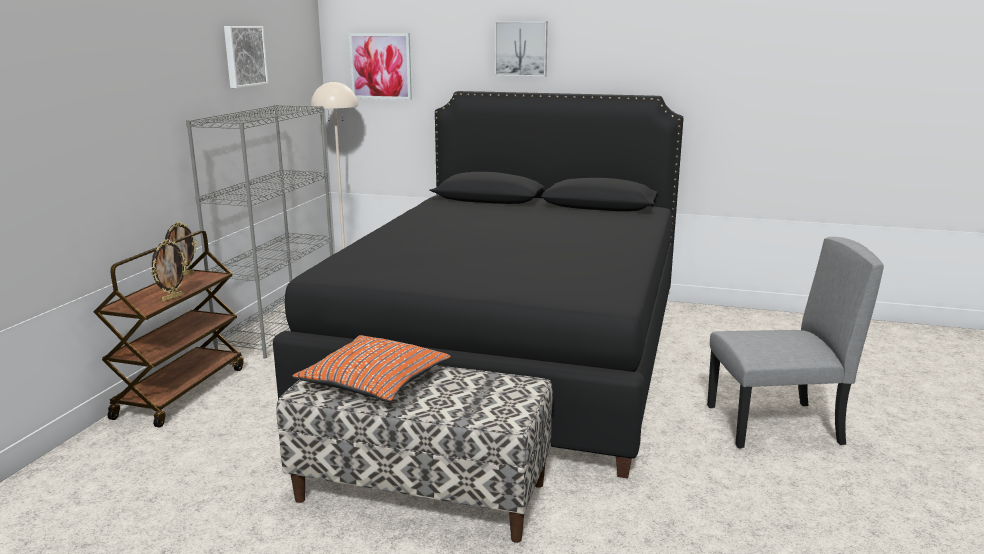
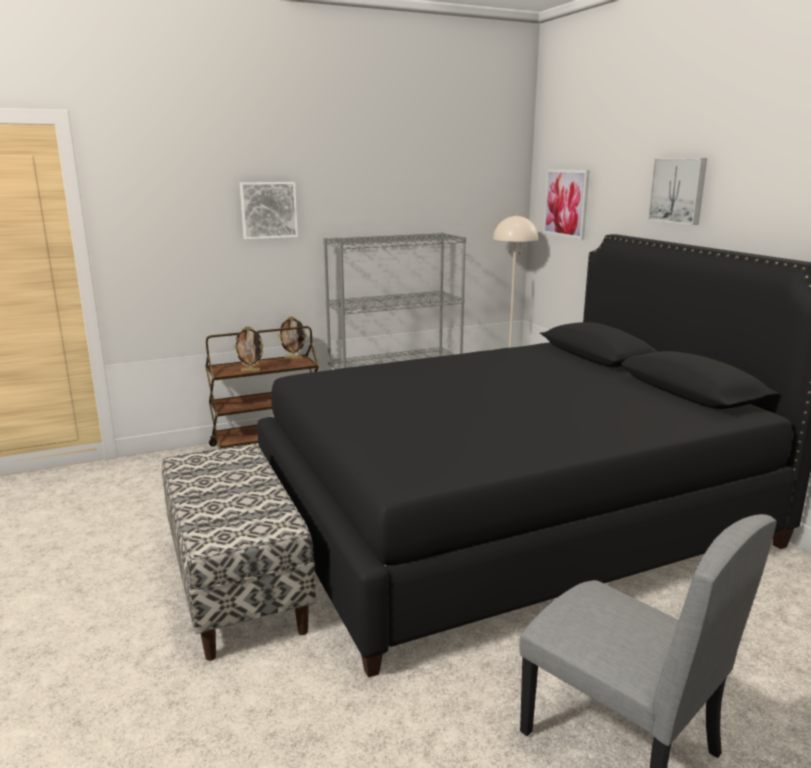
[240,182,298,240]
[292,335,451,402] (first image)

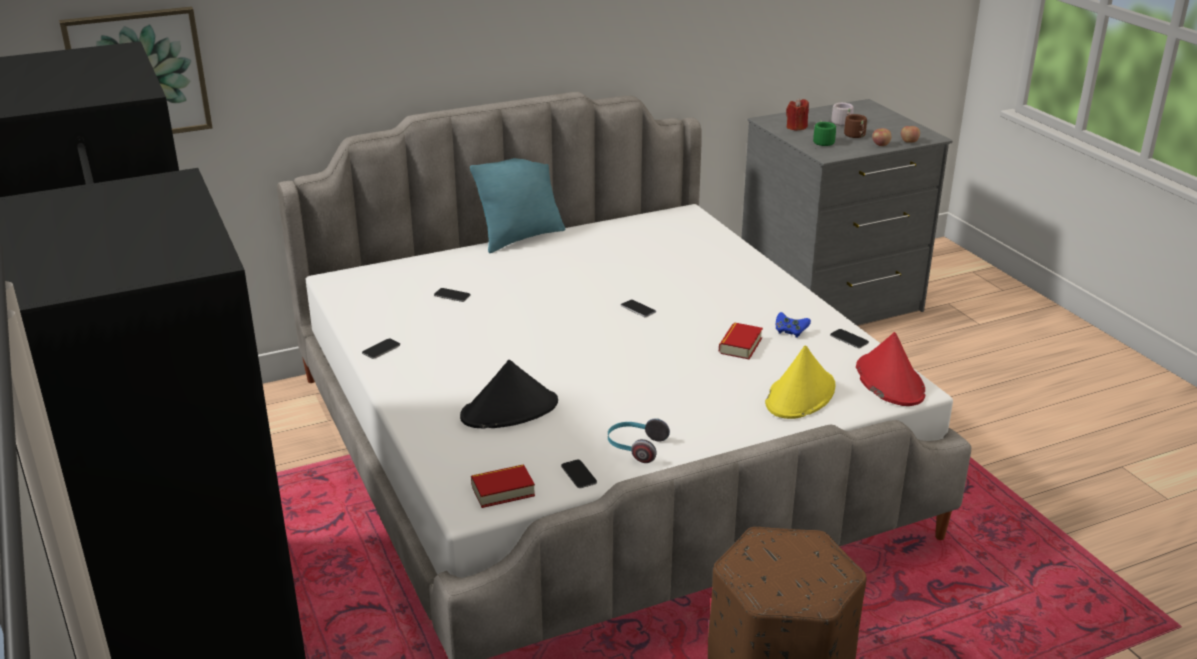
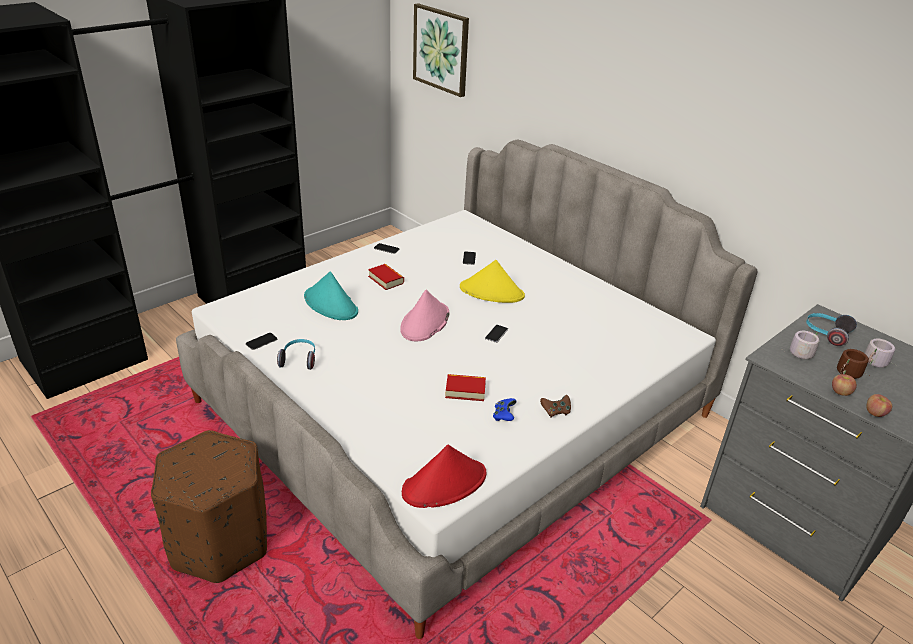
[304,271,358,320]
[368,264,404,290]
[400,290,450,341]
[460,260,525,303]
[540,395,571,418]
[790,331,820,359]
[806,313,857,346]
[470,158,565,253] (first image)
[830,329,869,348] (first image)

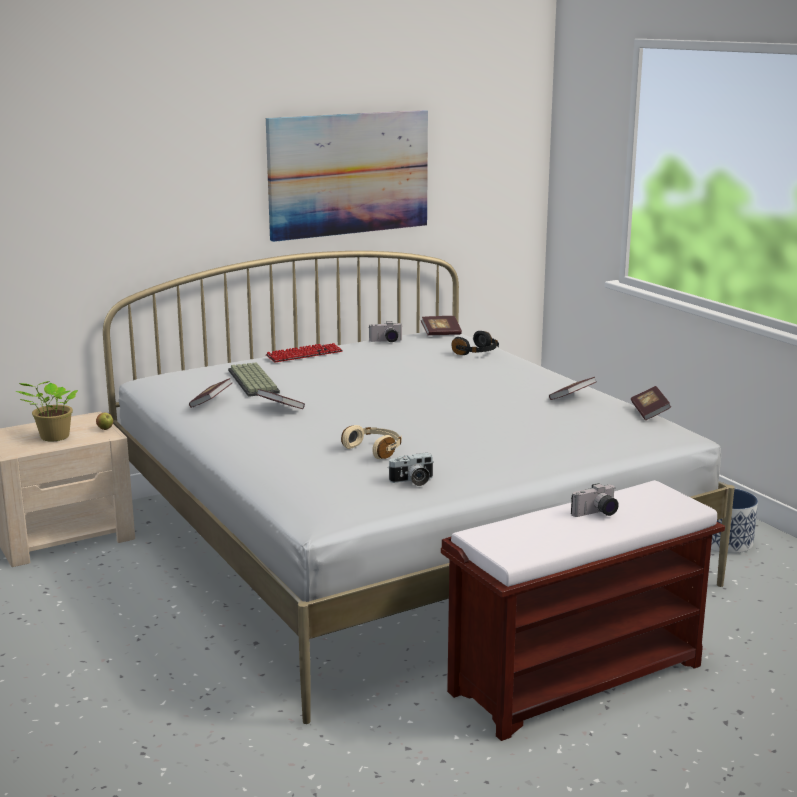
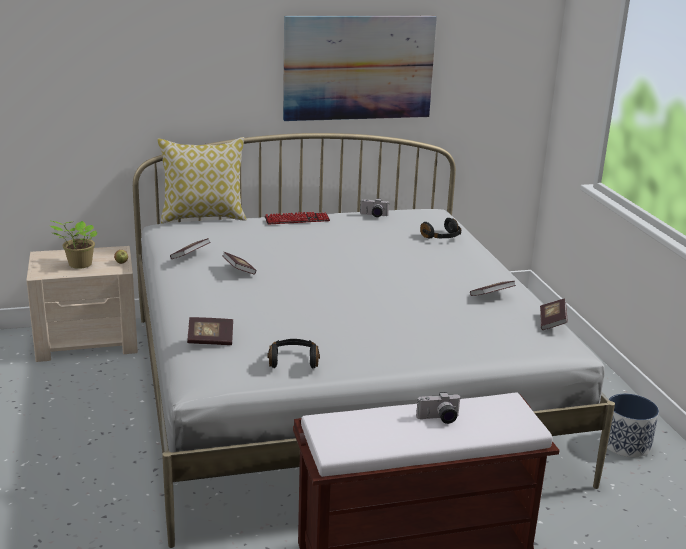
[157,137,247,223]
[187,317,233,345]
[267,339,320,369]
[228,362,280,397] (first image)
[341,425,402,459] (first image)

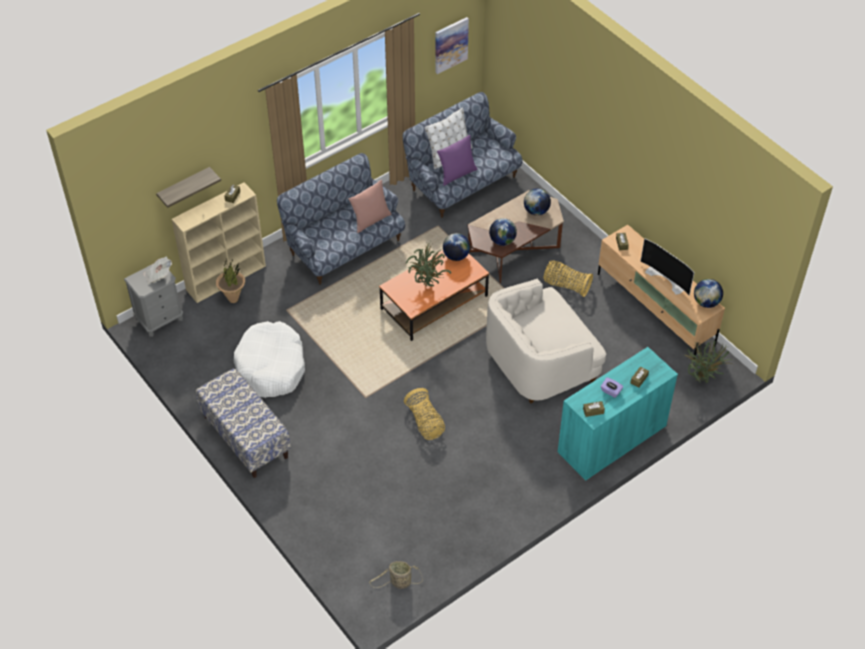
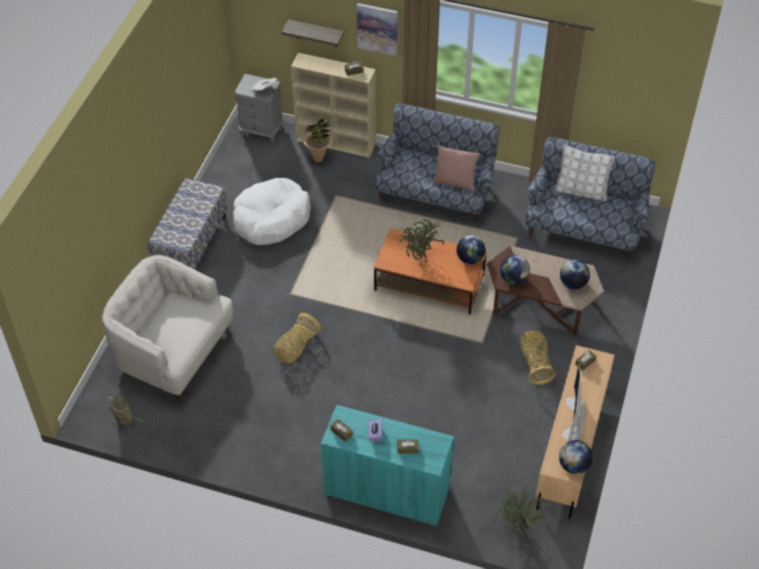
[102,255,233,399]
[357,3,398,56]
[437,135,477,186] (first image)

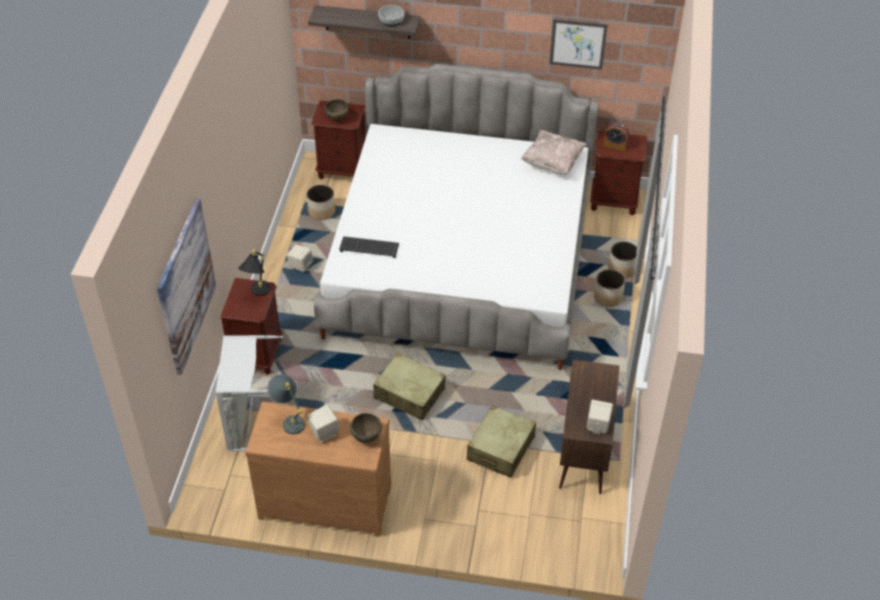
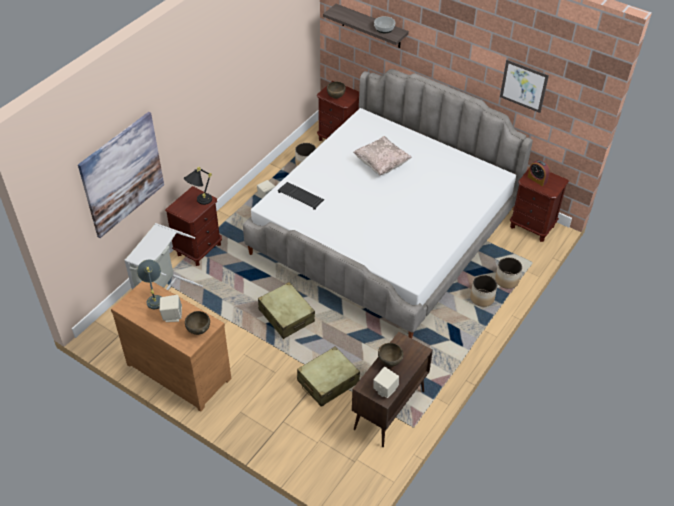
[353,136,412,175]
[378,343,403,367]

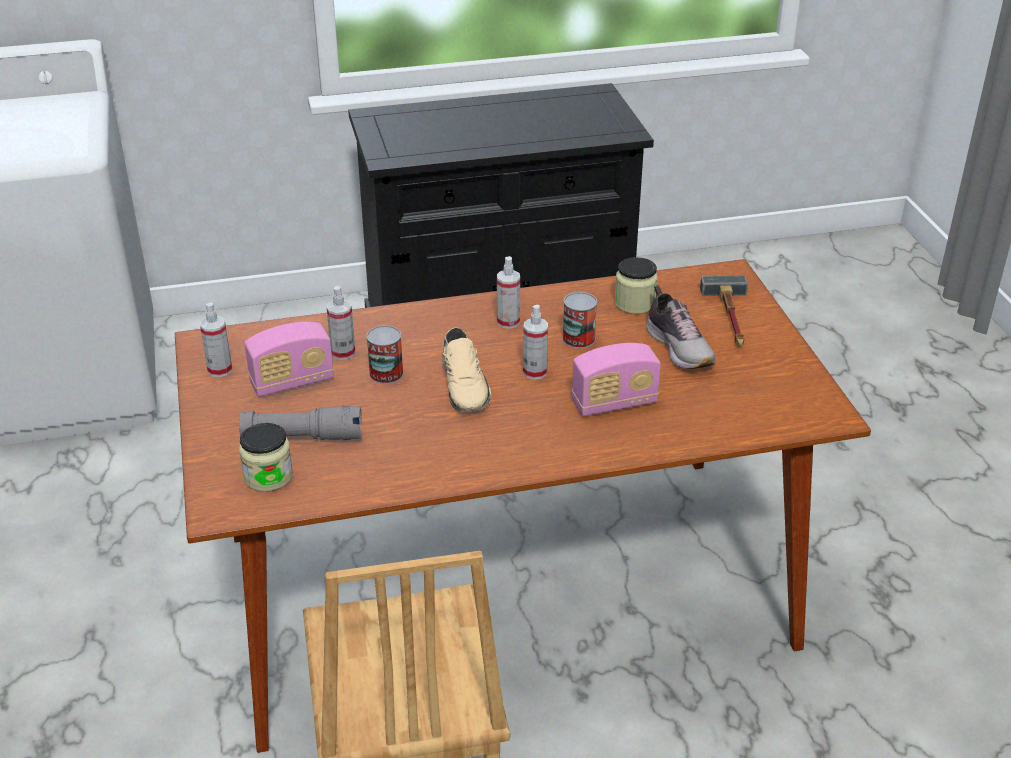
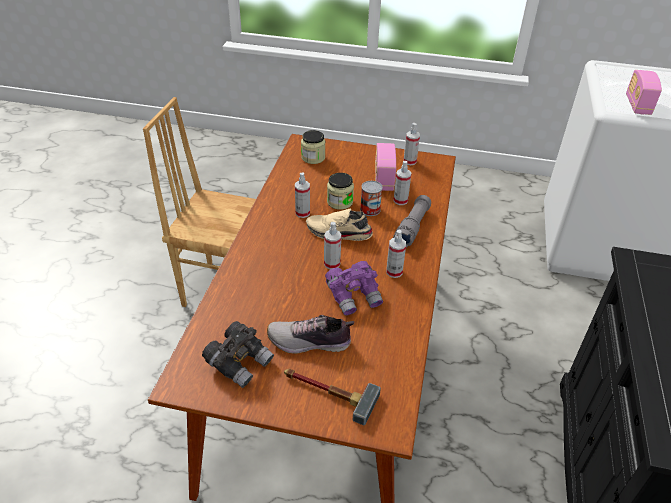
[202,321,274,388]
[295,173,310,218]
[325,261,383,316]
[327,173,354,210]
[393,195,431,248]
[626,70,662,115]

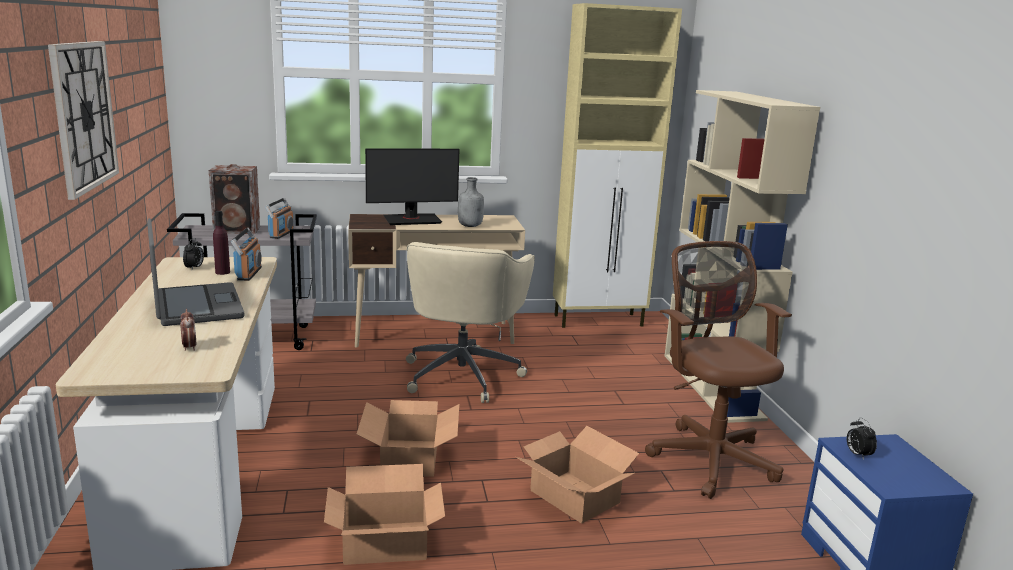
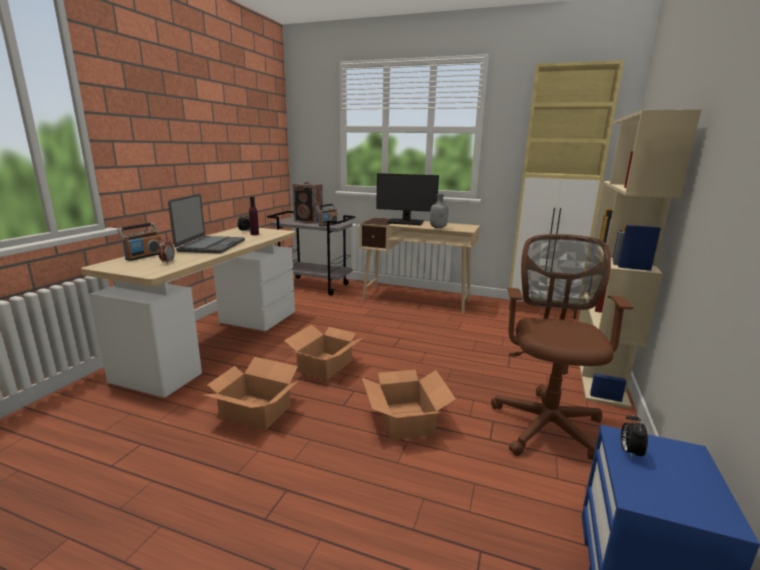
[117,223,161,261]
[48,41,119,200] (first image)
[406,242,535,403] (first image)

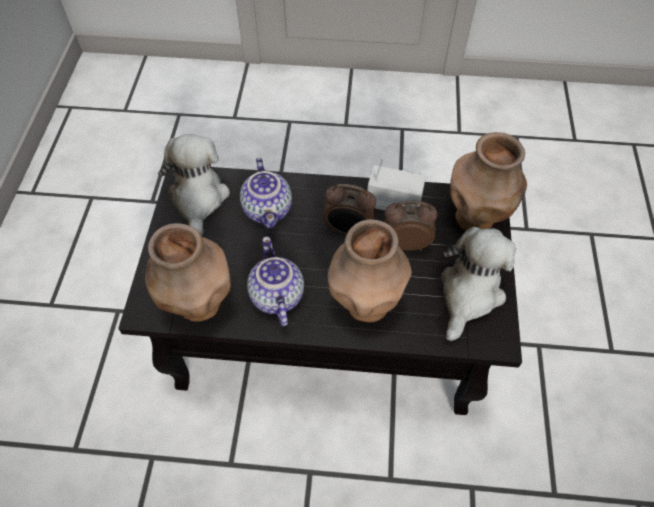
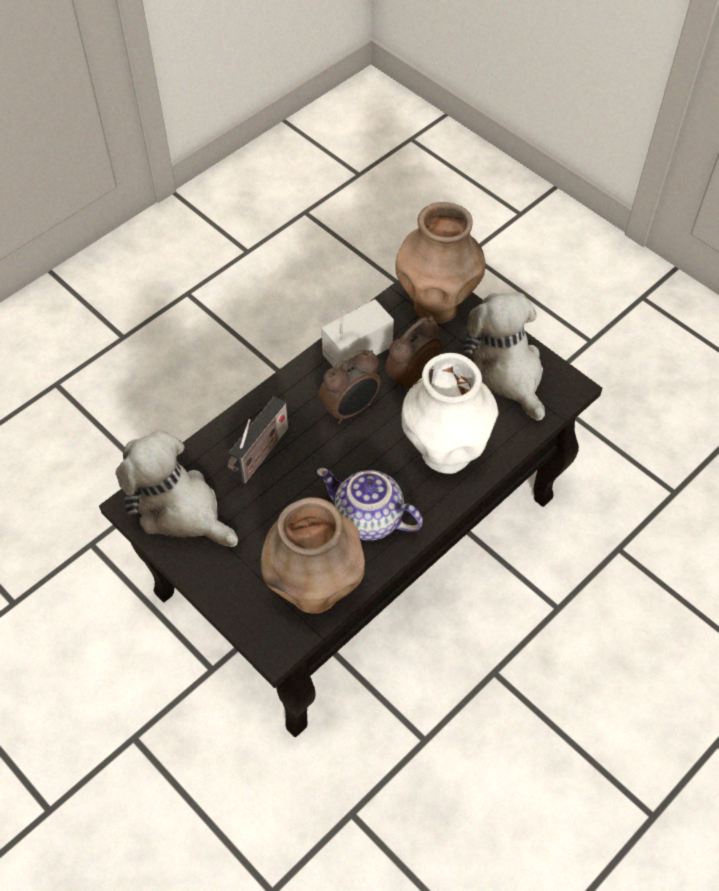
[228,396,288,484]
[402,353,498,474]

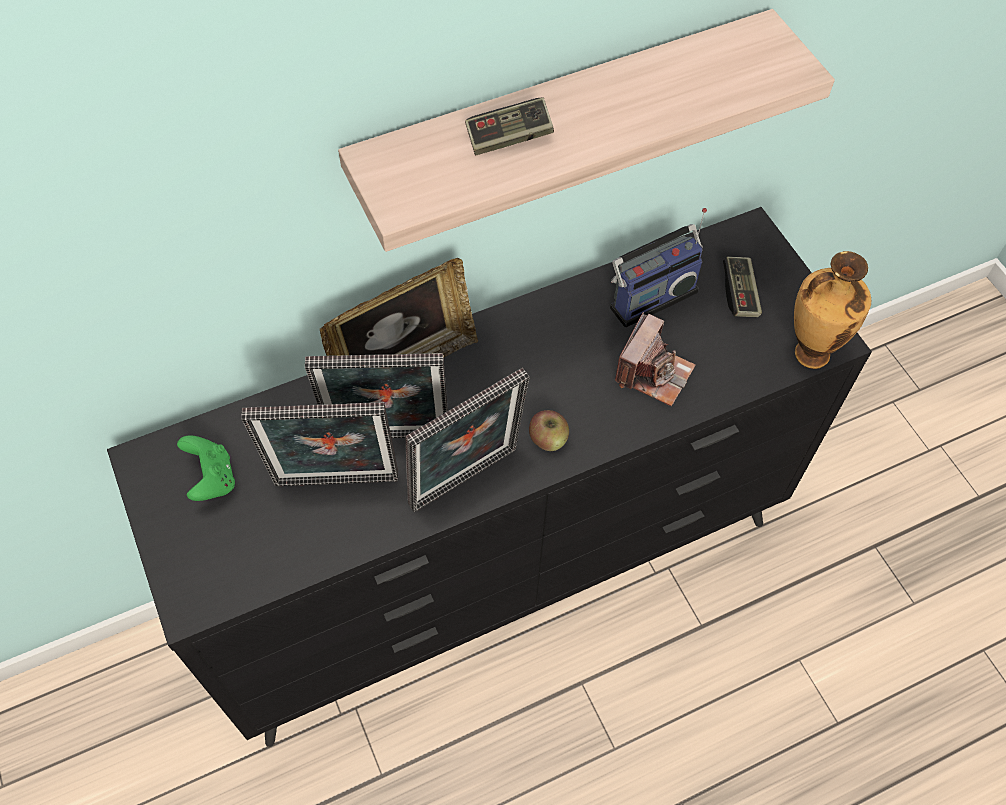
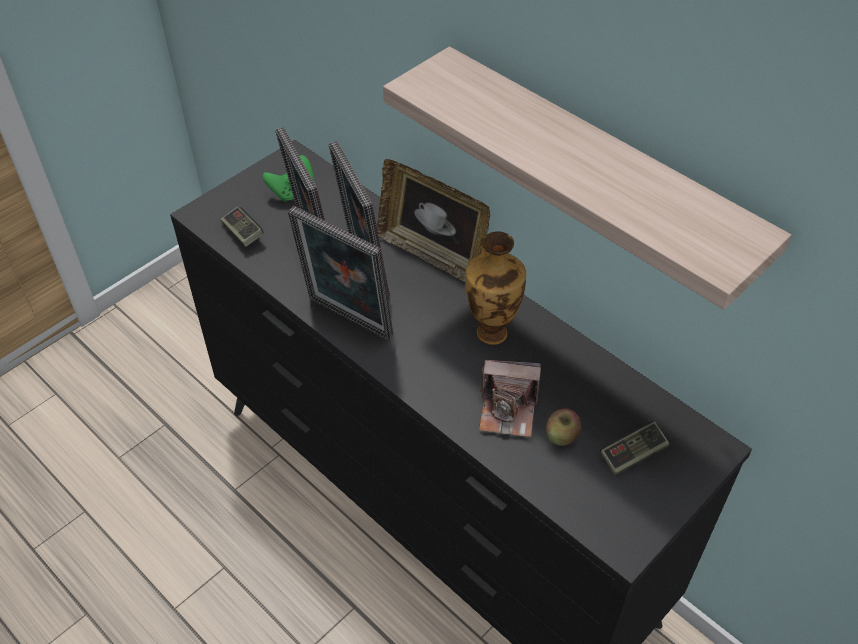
[221,207,264,247]
[465,231,526,345]
[546,408,582,446]
[610,208,707,328] (first image)

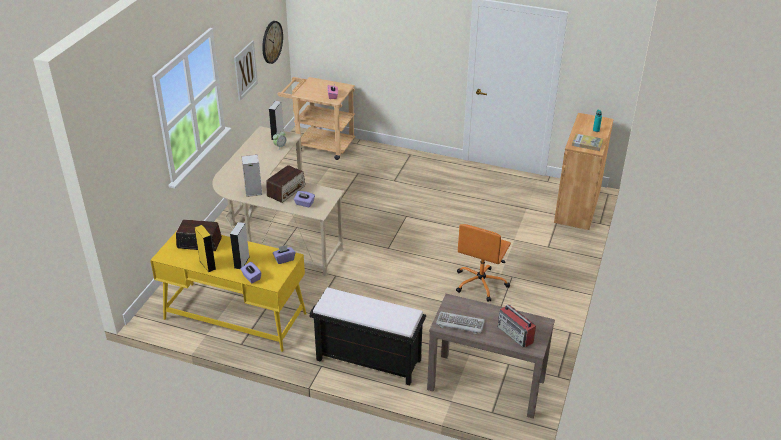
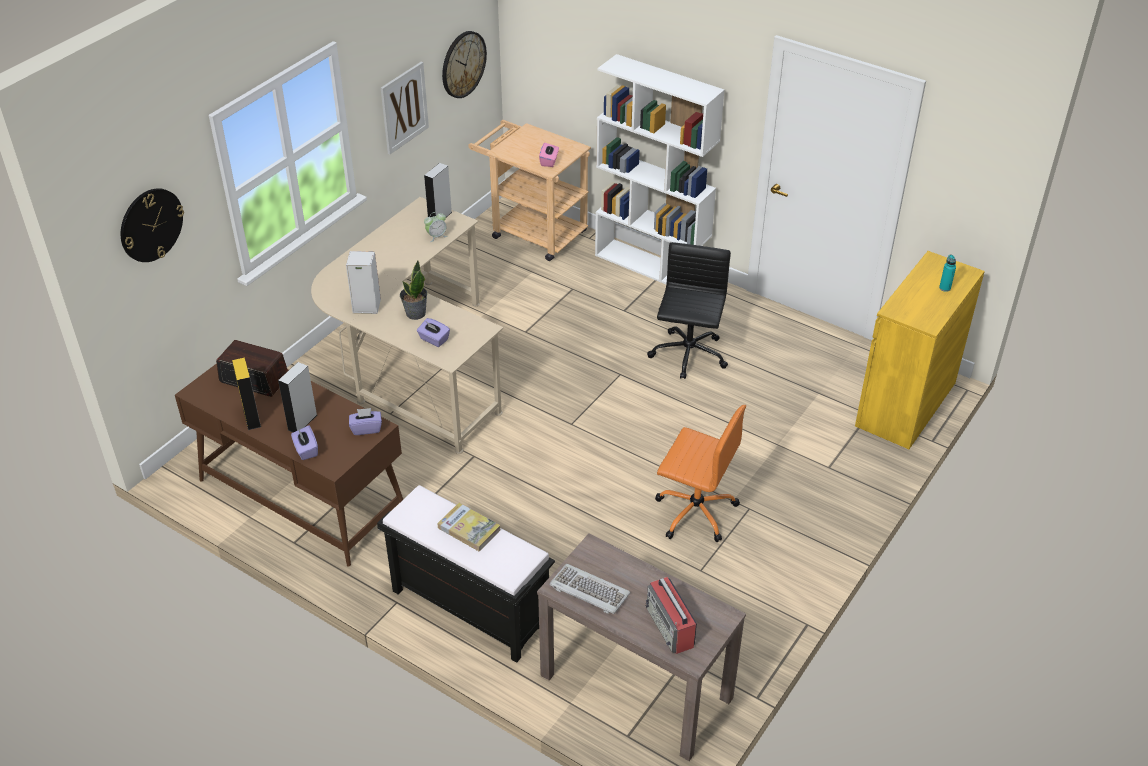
[121,188,184,262]
[175,363,403,567]
[400,261,427,320]
[437,503,500,551]
[595,54,725,284]
[647,242,731,379]
[655,405,746,542]
[855,251,985,449]

